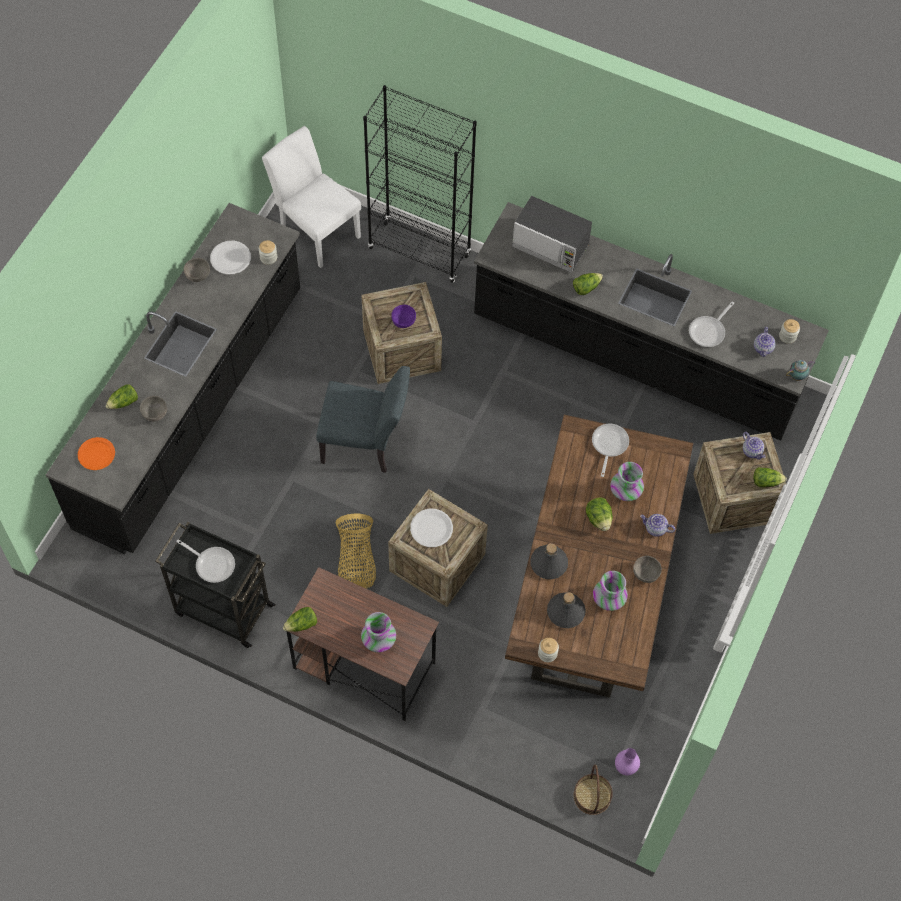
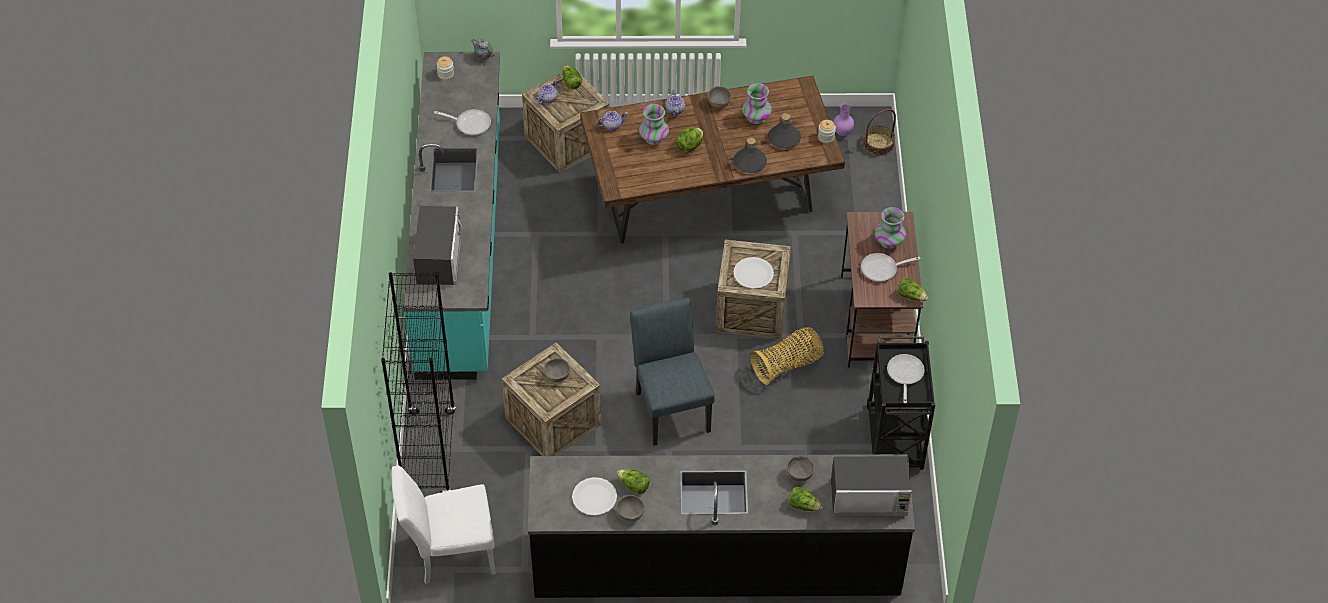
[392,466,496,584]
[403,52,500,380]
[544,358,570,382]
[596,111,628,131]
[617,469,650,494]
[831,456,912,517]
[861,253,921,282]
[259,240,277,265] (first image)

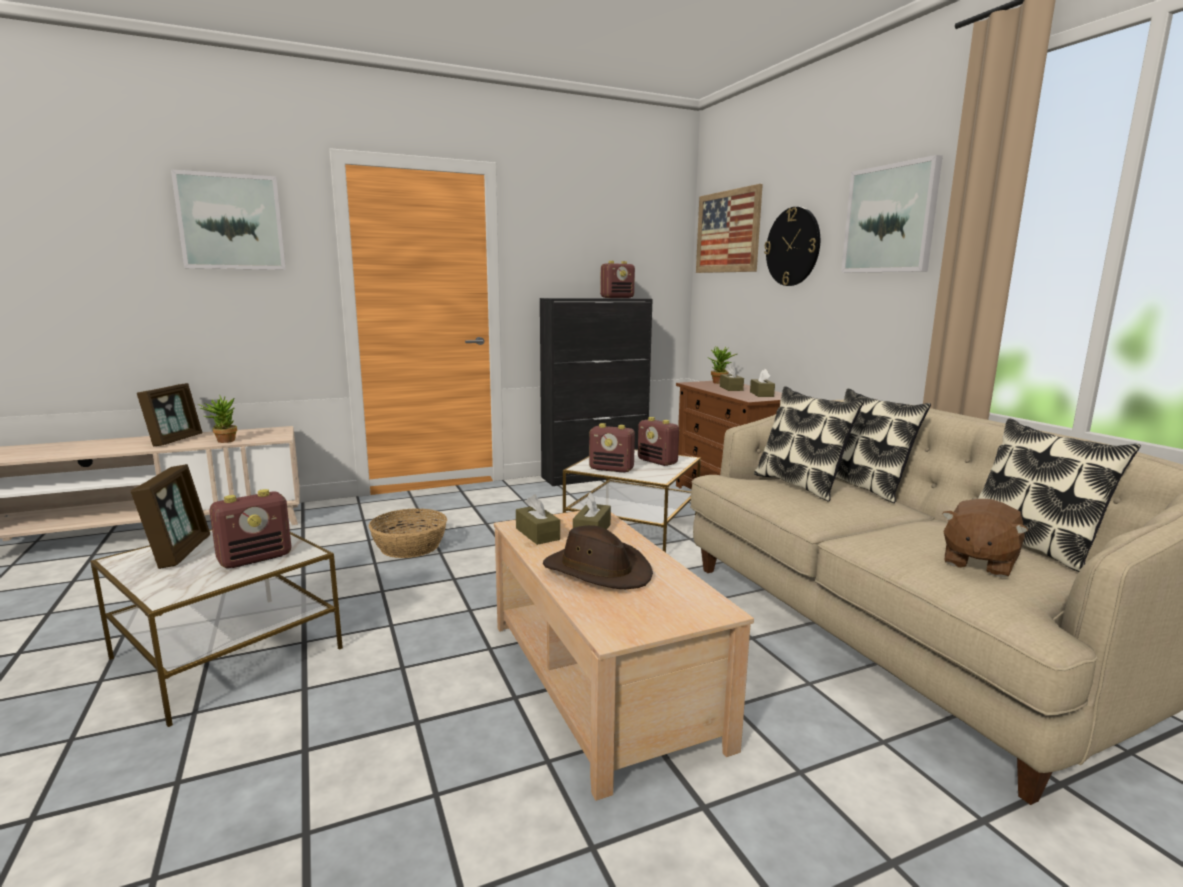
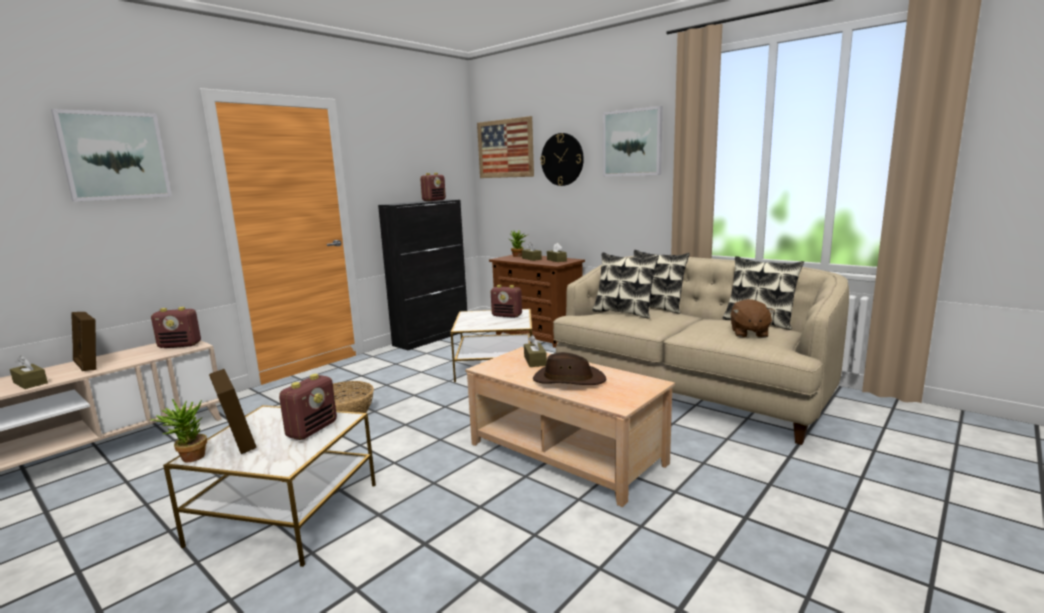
[10,356,48,389]
[71,312,96,371]
[149,399,207,462]
[151,307,201,348]

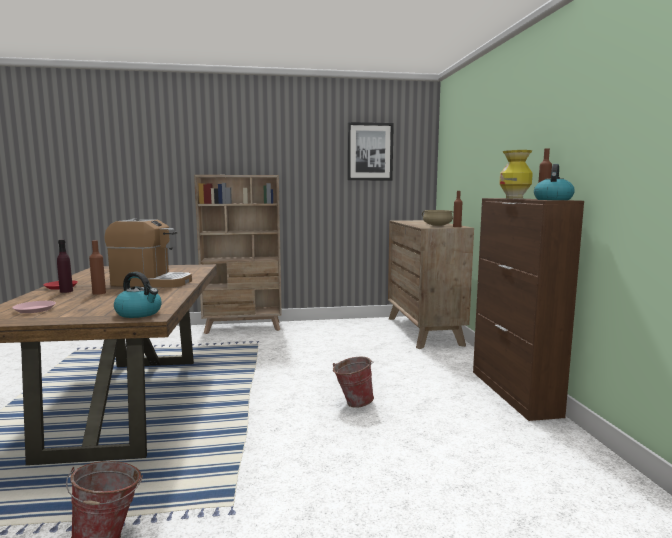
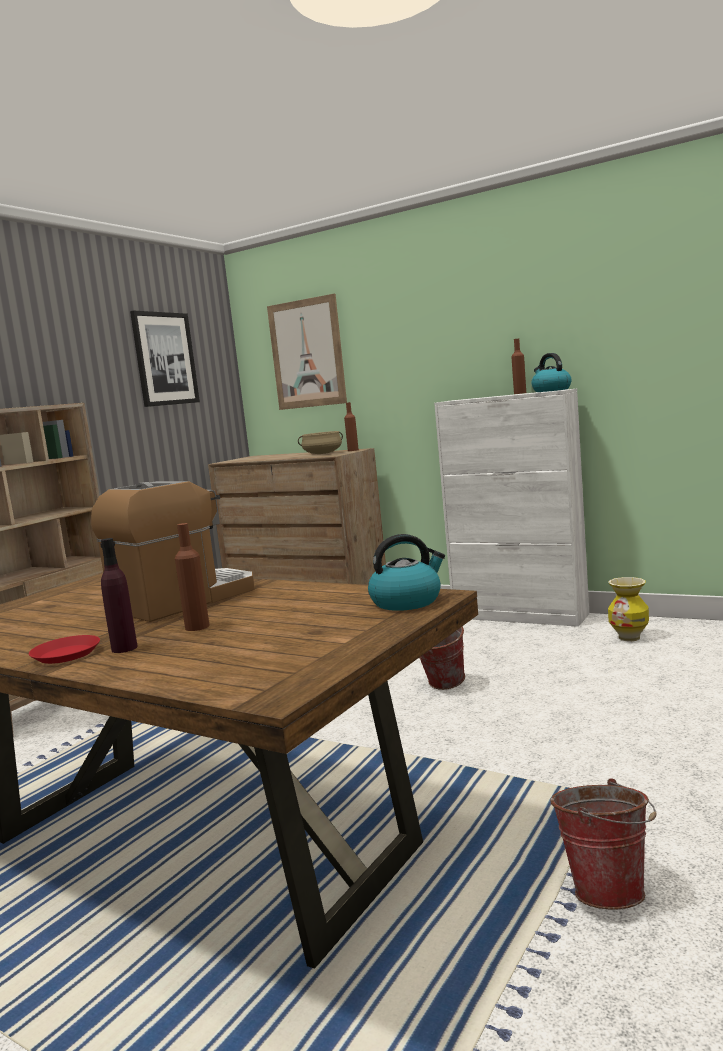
[267,294,347,410]
[434,389,590,627]
[608,577,649,642]
[12,301,56,313] (first image)

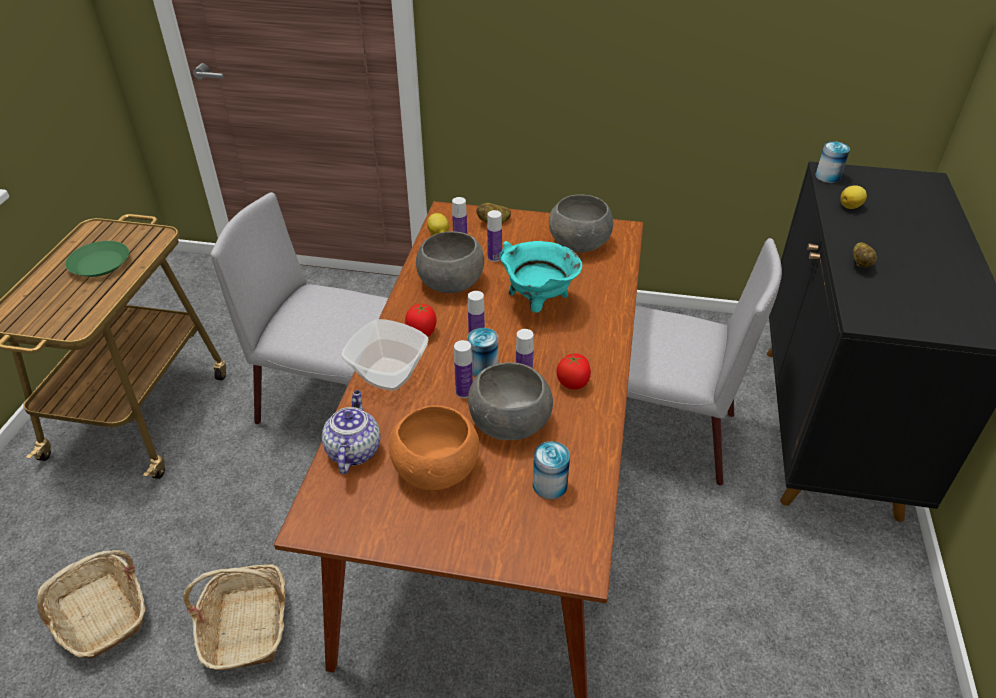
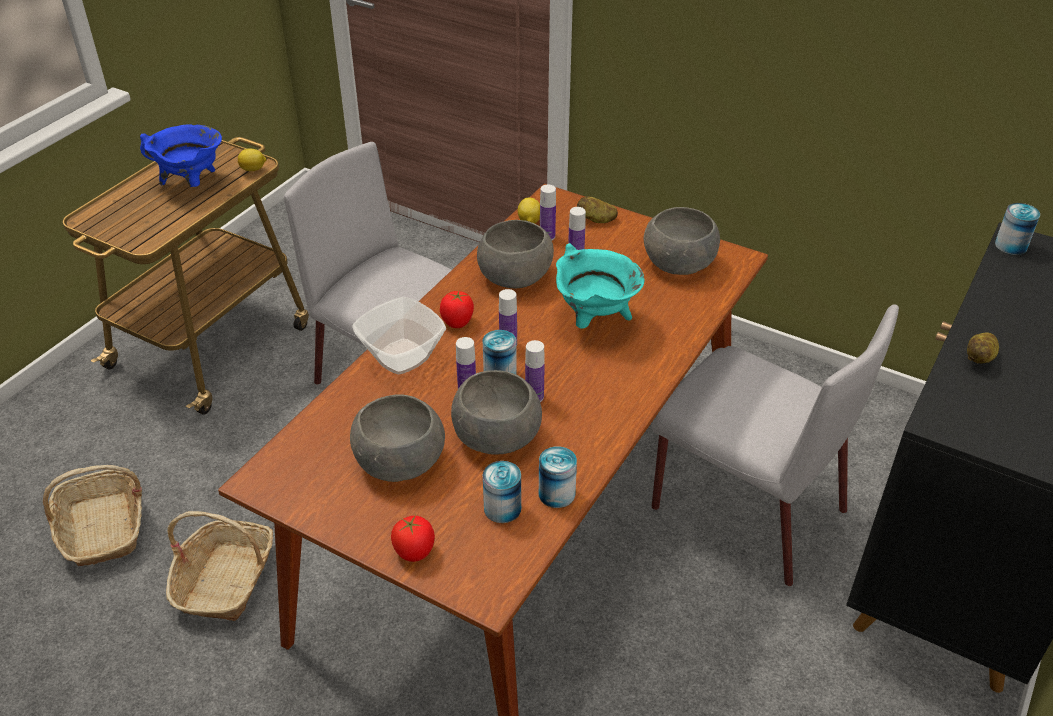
[140,124,222,187]
[238,149,266,171]
[350,394,445,482]
[391,515,435,562]
[539,446,577,508]
[322,390,380,474] (first image)

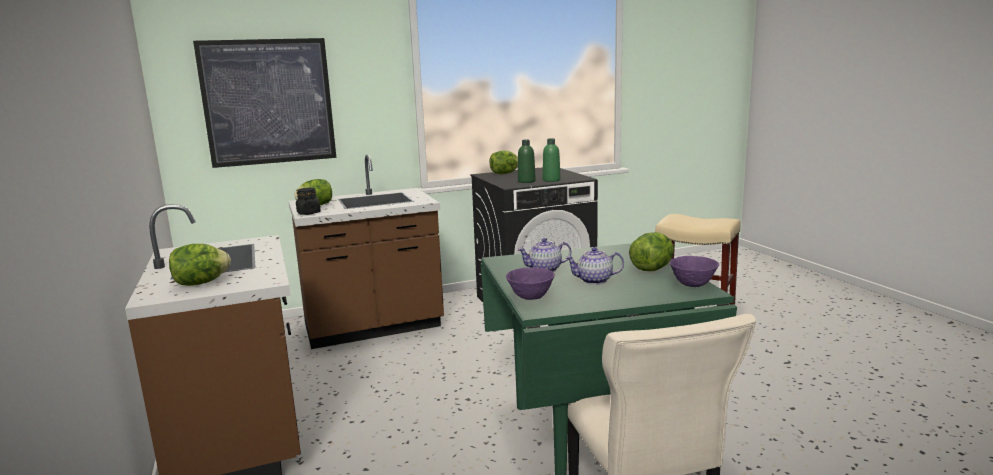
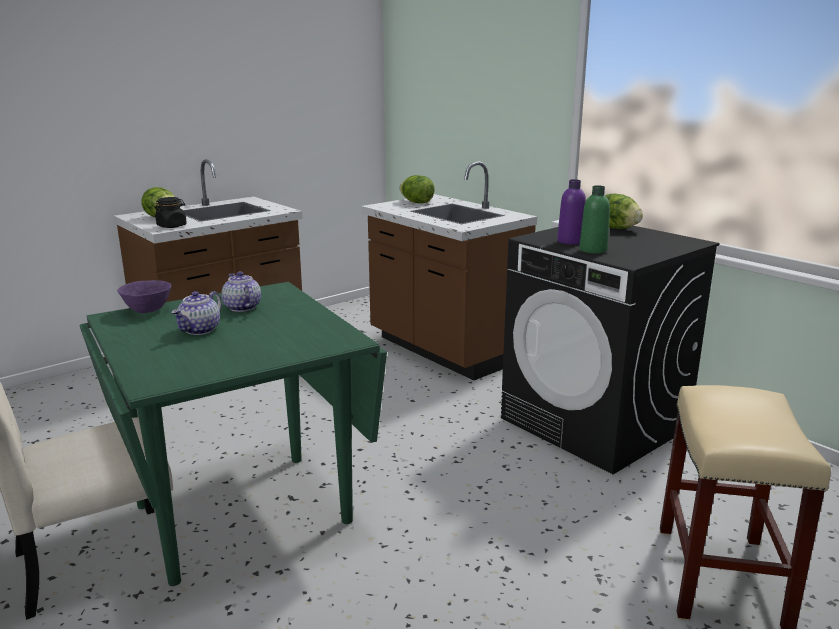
[155,197,187,228]
[171,291,222,335]
[557,179,586,245]
[193,38,336,168] (first image)
[629,232,674,271] (first image)
[669,256,719,287] (first image)

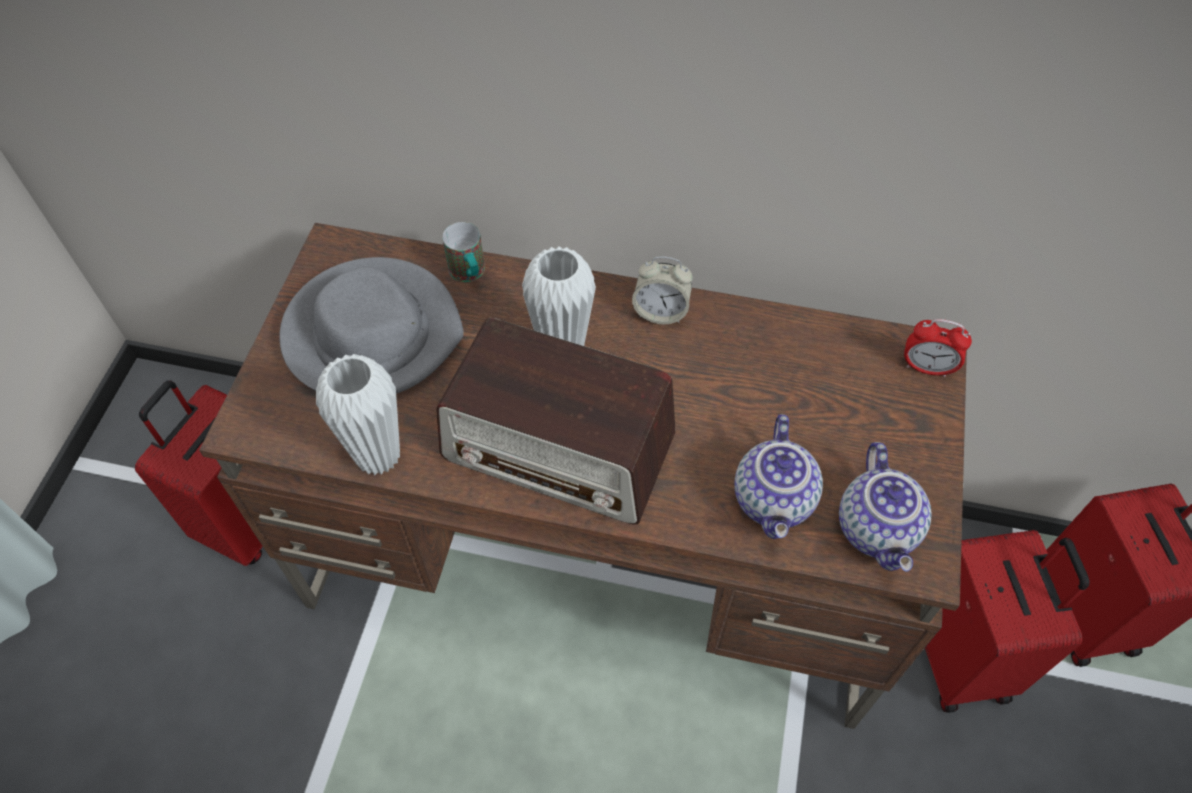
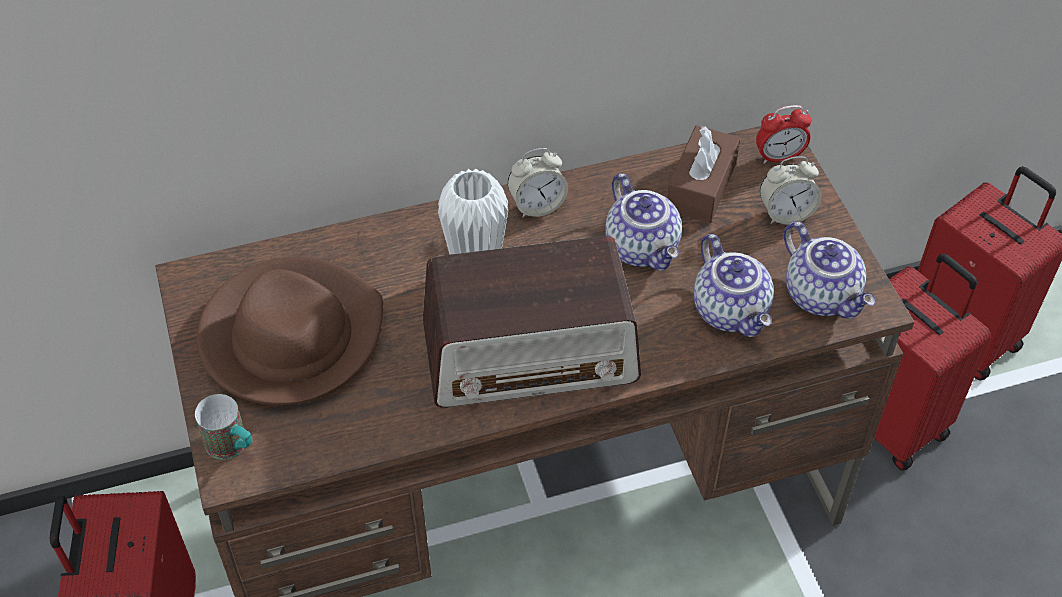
[195,394,252,460]
[197,257,383,405]
[605,173,682,271]
[667,125,740,223]
[760,156,821,225]
[316,354,400,475] (first image)

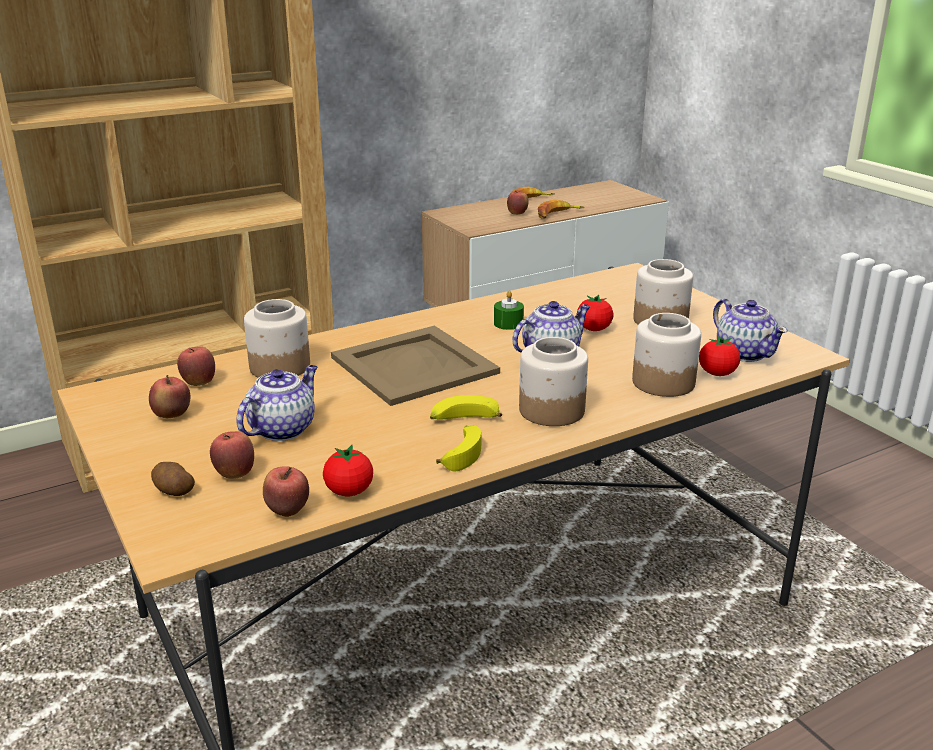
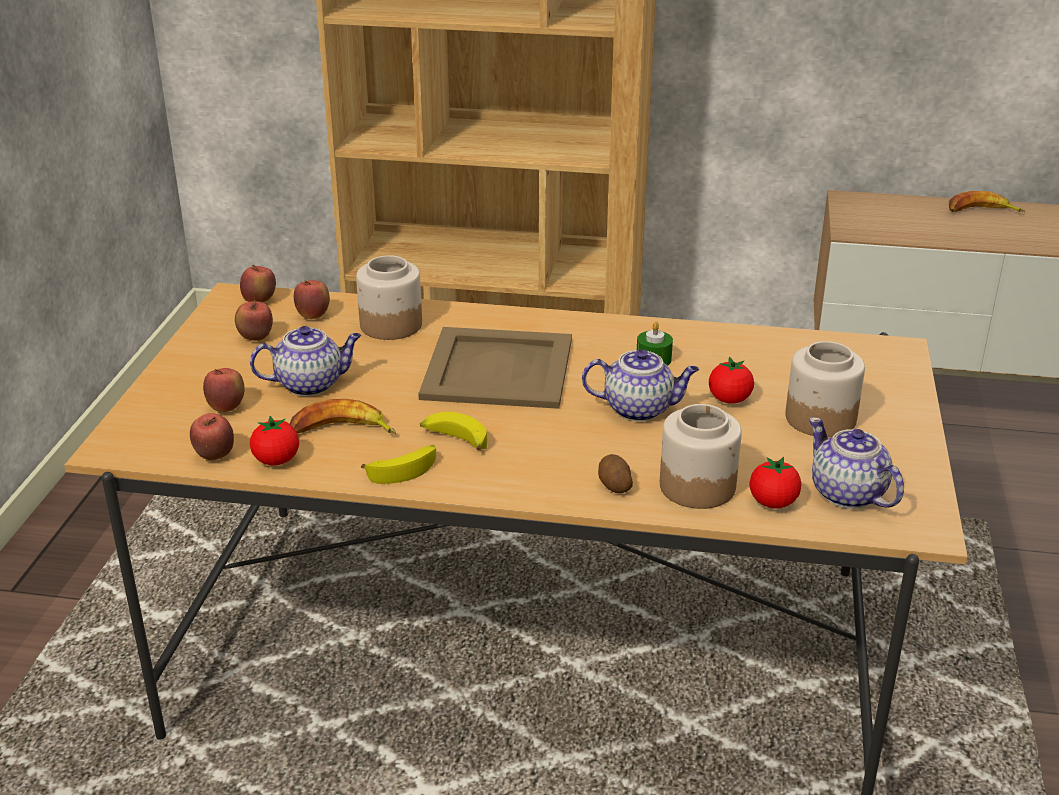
[240,264,276,303]
[290,399,396,434]
[598,454,633,493]
[809,417,904,509]
[519,337,588,426] (first image)

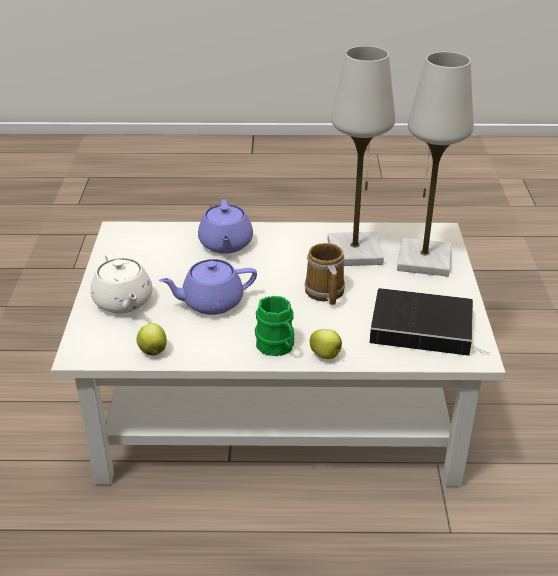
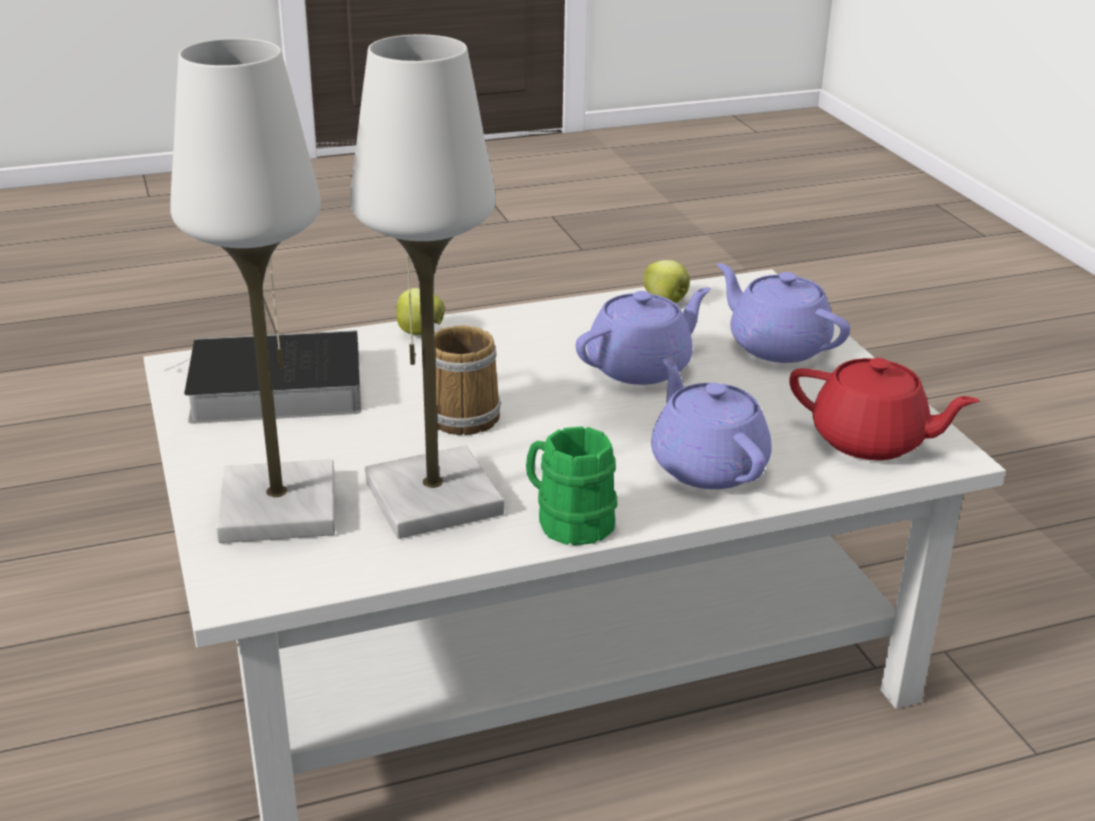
[526,426,618,546]
[717,263,850,363]
[789,358,980,460]

